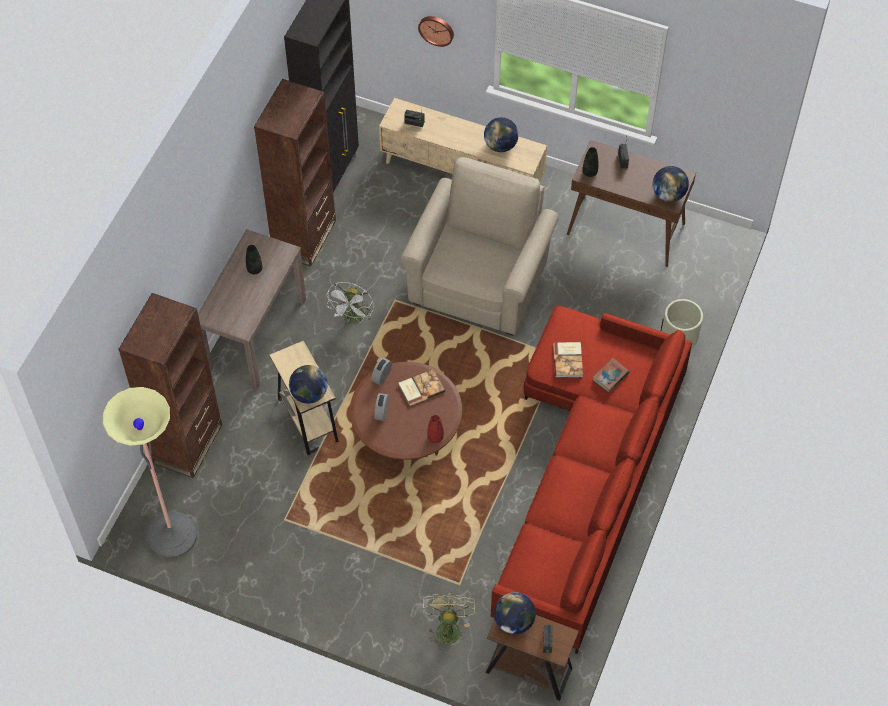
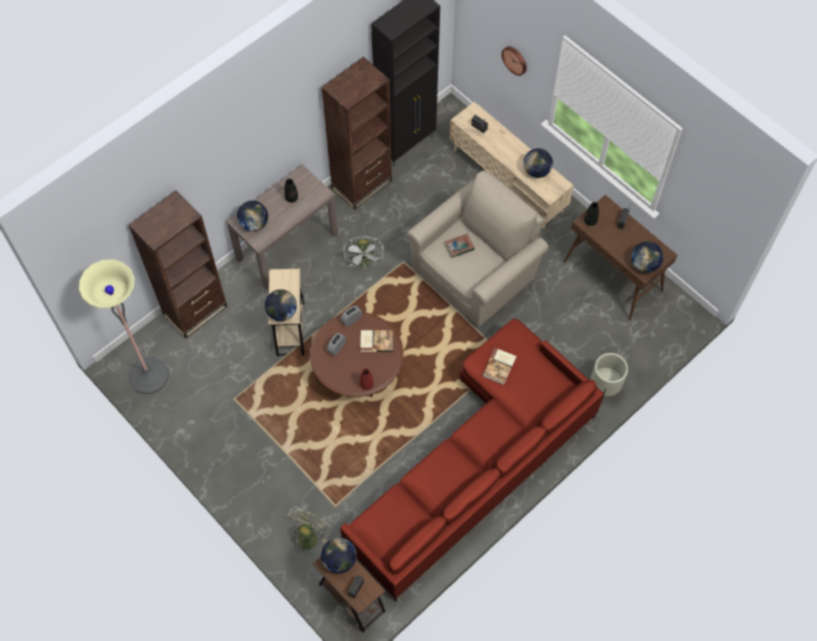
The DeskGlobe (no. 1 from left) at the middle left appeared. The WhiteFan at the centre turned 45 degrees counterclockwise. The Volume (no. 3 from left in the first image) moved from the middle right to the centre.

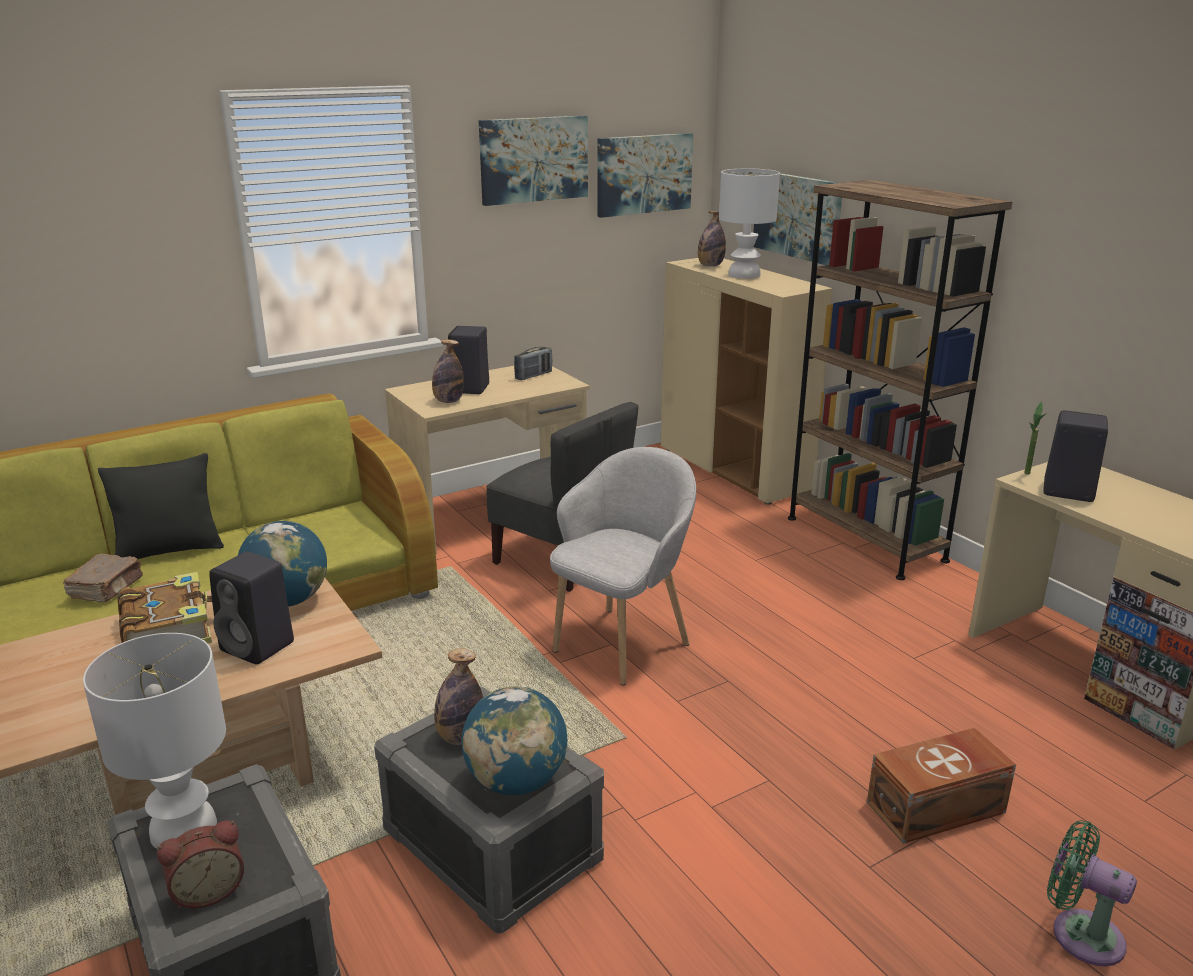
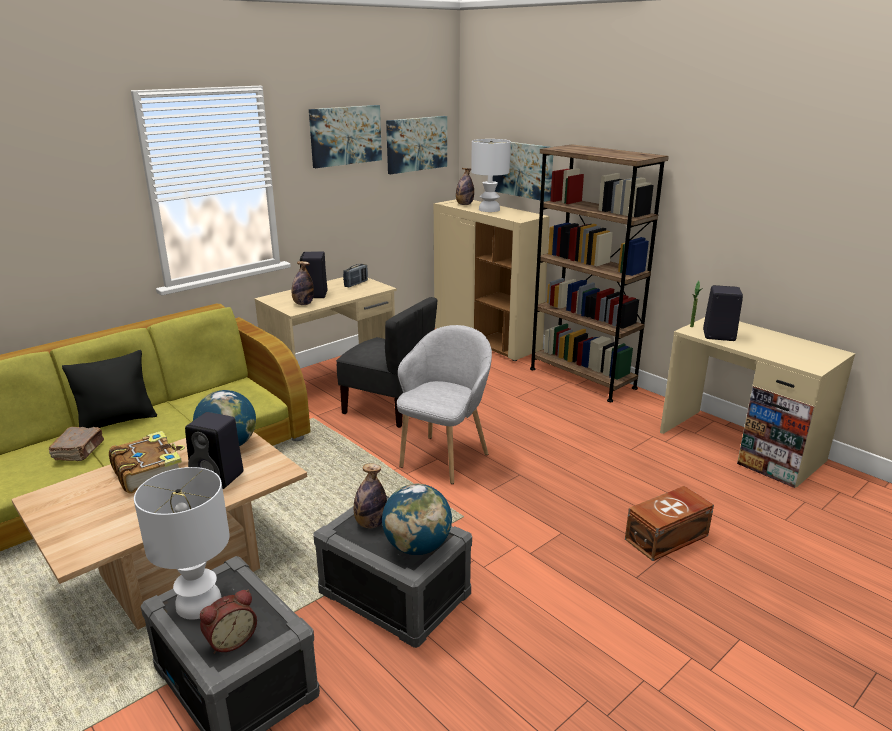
The GreenColouredFan at the bottom right disappeared.

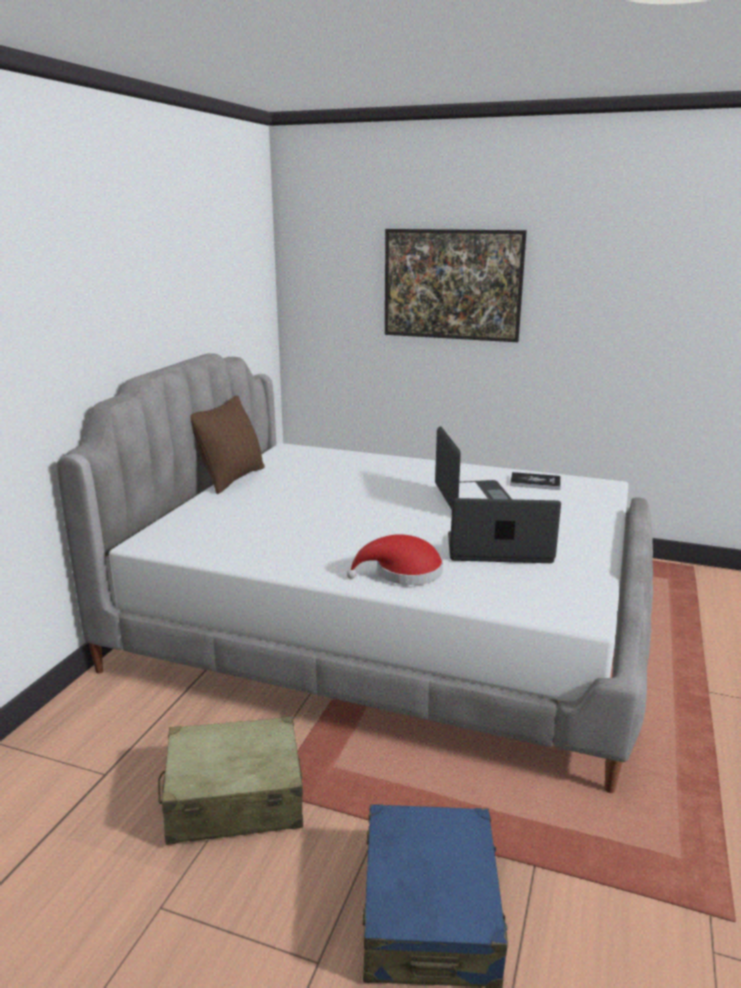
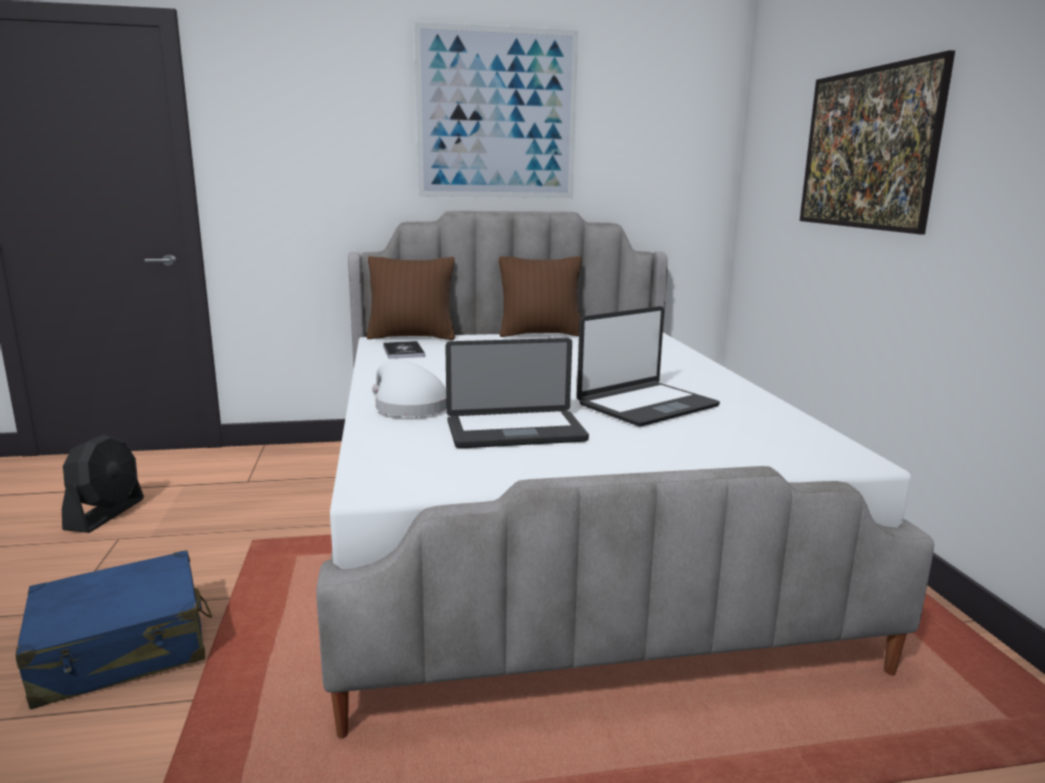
The BlackishFan at the middle left appeared. The BrownColouredCushion (no. 1 from left) at the centre appeared. The RedColouredHat at the centre became the WhiteHat at the centre. The Volume moved from the middle right to the centre. The WallArt (no. 1 from left) at the top centre appeared. The NotebookComputer (no. 2 from left in the first image) at the middle right turned 105 degrees clockwise. The BeigeColouredPieceOfLuggage at the bottom left disappeared.

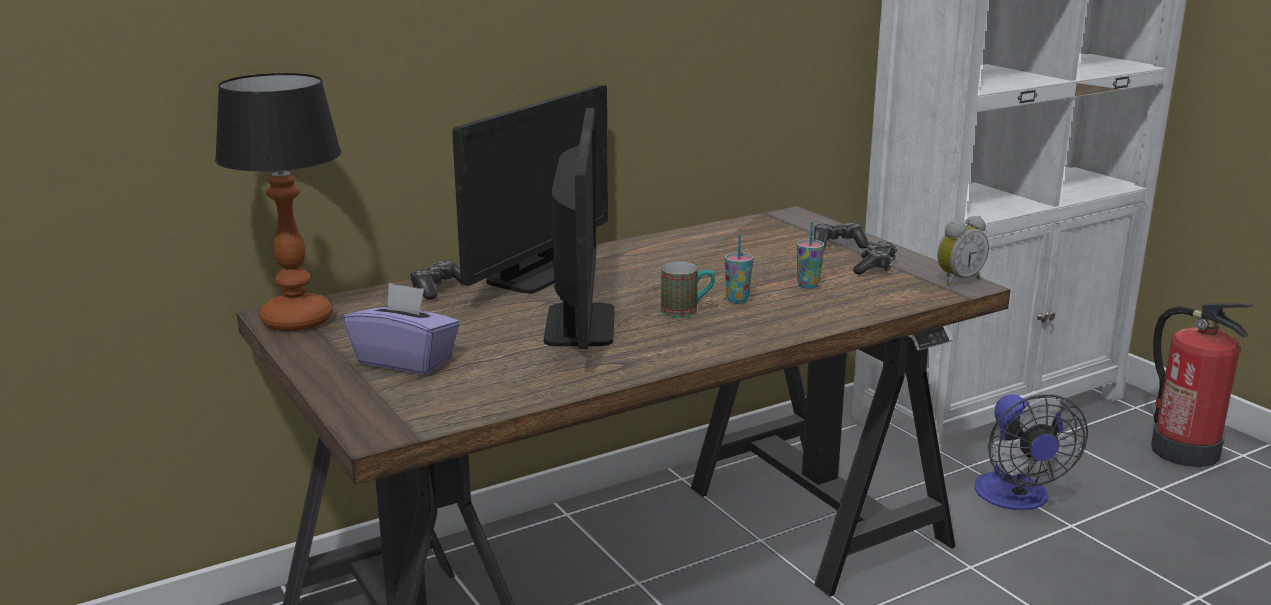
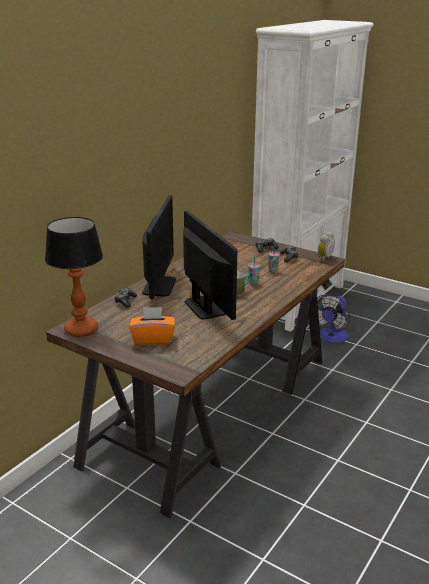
The PurpleColouredTissueBox at the middle left became the OrangeTissueBox at the centre. The Fan at the bottom right turned 60 degrees clockwise. The FireExtinguisher at the middle right disappeared.

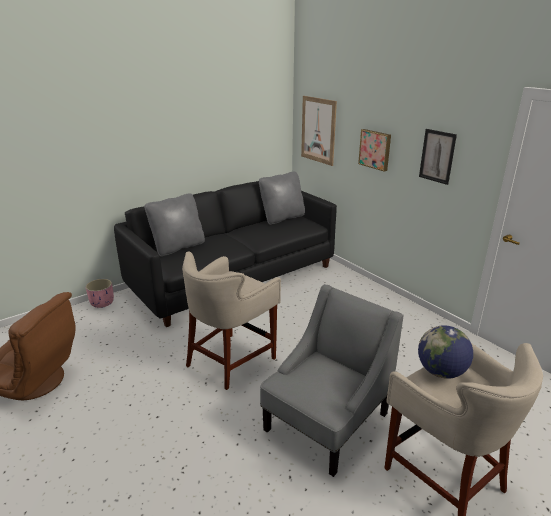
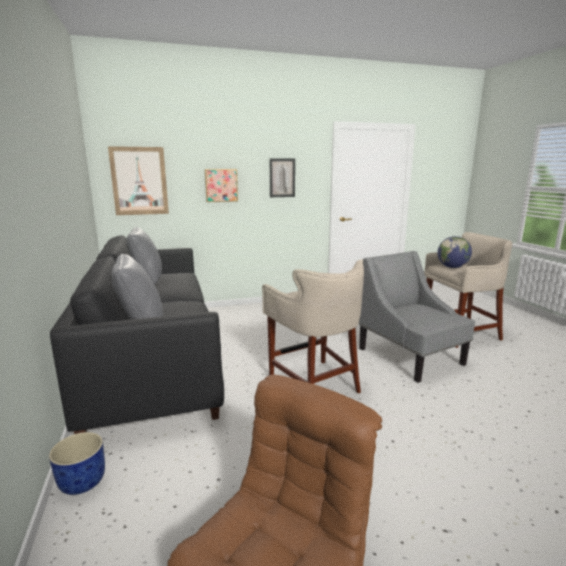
The PinkFlowerPot at the middle left became the BlueFlowerPot at the bottom left.

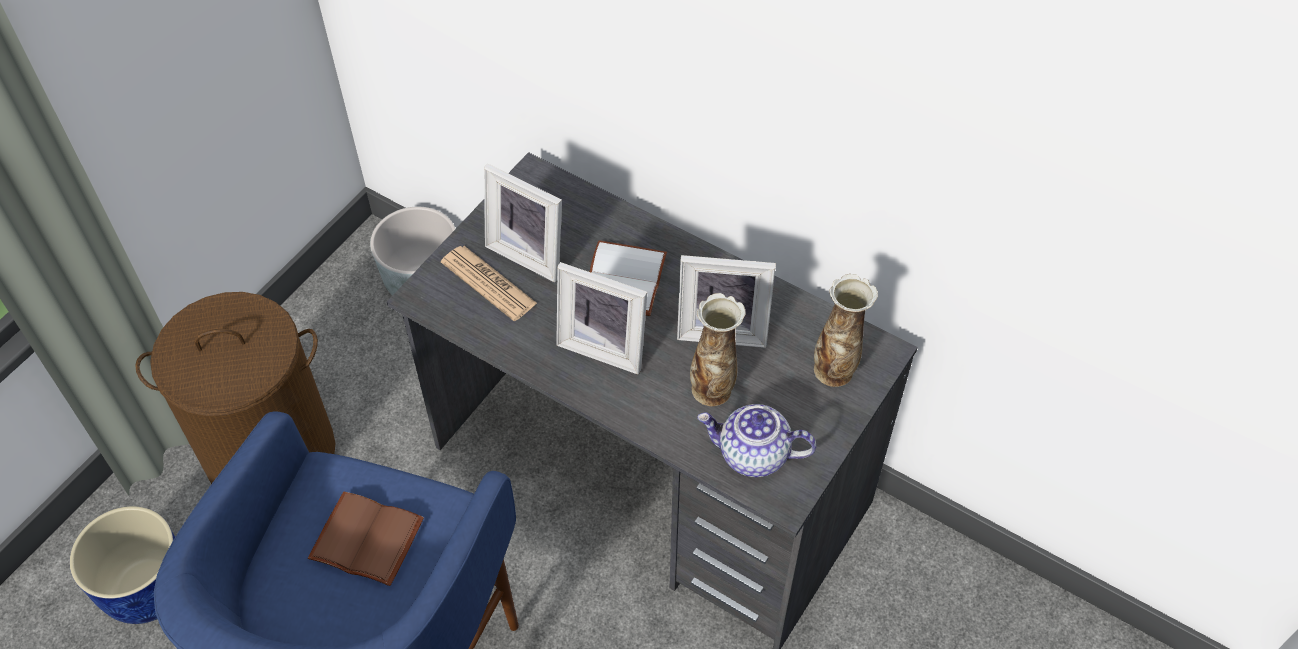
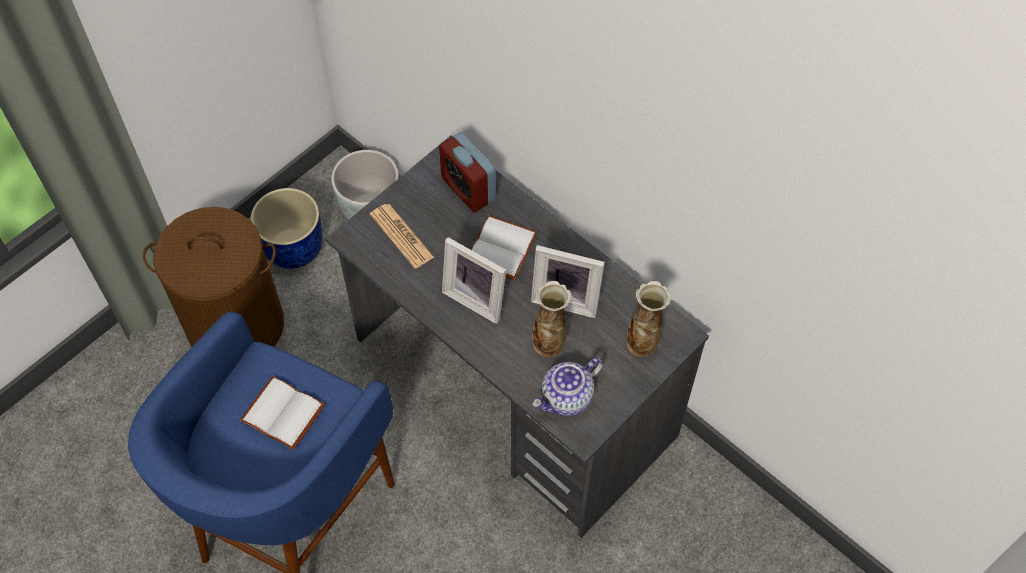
The BrownColouredVolume at the bottom left became the WhiteVolume (no. 1 from left) at the bottom left. The BlueFlowerPot moved from the bottom left to the middle left. The AlarmClock at the top centre appeared. The PotForTea at the bottom centre turned 60 degrees counterclockwise. The PictureFrame (no. 1 from left) at the centre disappeared.

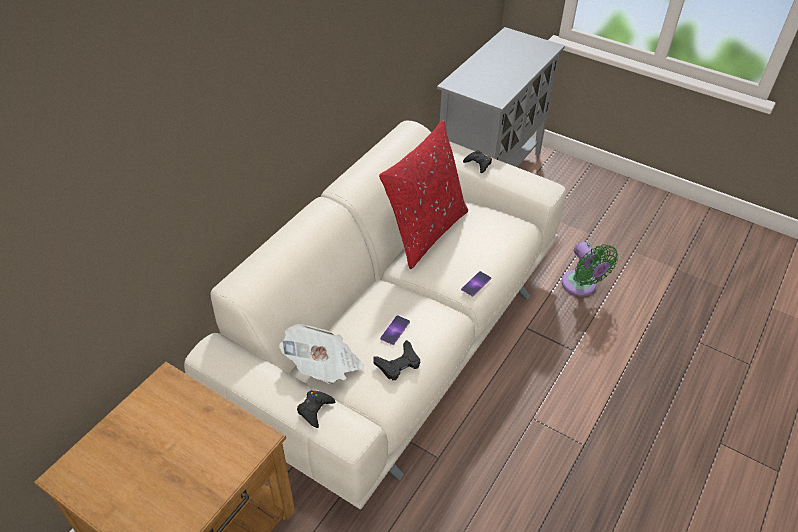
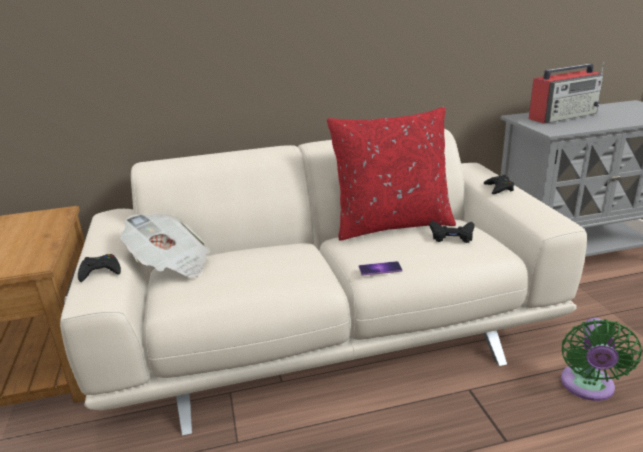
The BlackishGamepad (no. 2 from left) moved from the bottom centre to the middle right. The Radio at the top right appeared. The Telephone (no. 1 from left) at the centre disappeared.

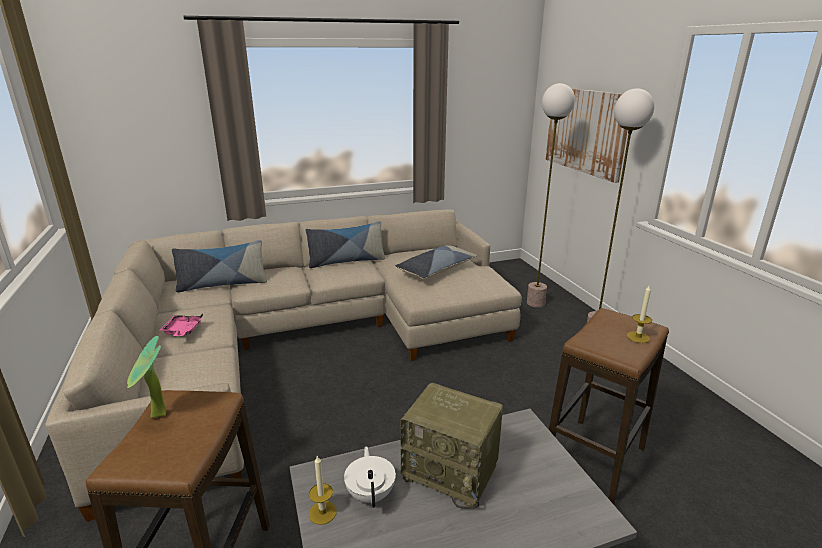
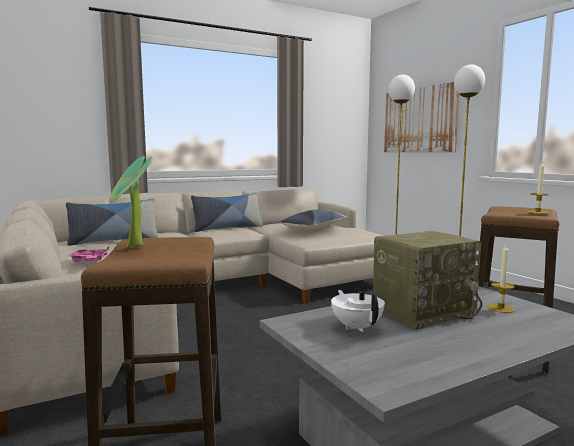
The Radio at the bottom centre turned 45 degrees counterclockwise. The Candle (no. 1 from left) moved from the bottom centre to the middle right.

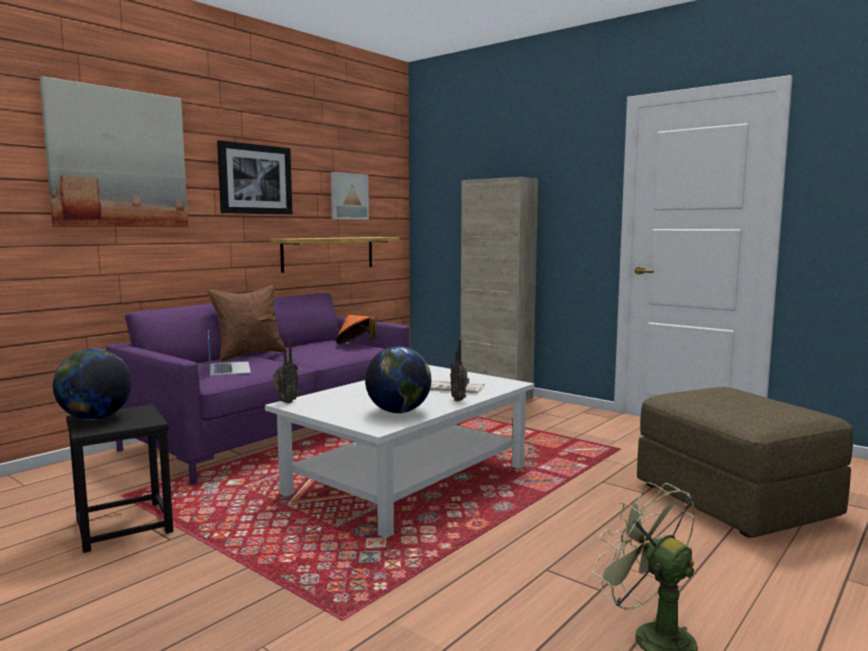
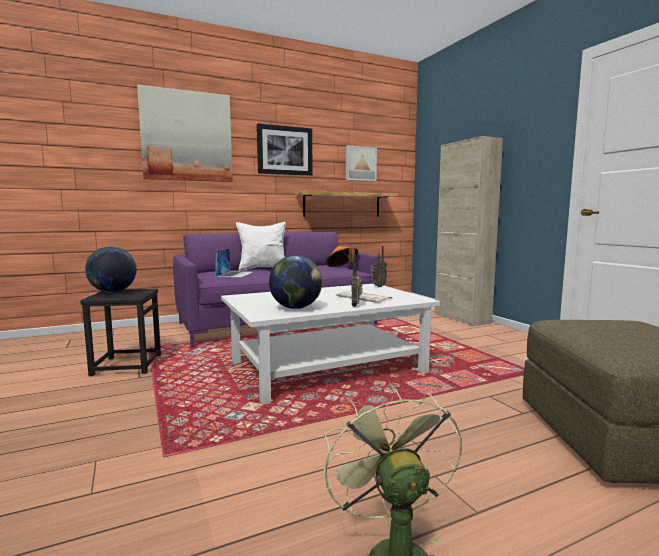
The BrownColouredCushion at the middle left became the WhiteCushion at the centre. The Radio (no. 1 from left in the first image) moved from the middle left to the centre.

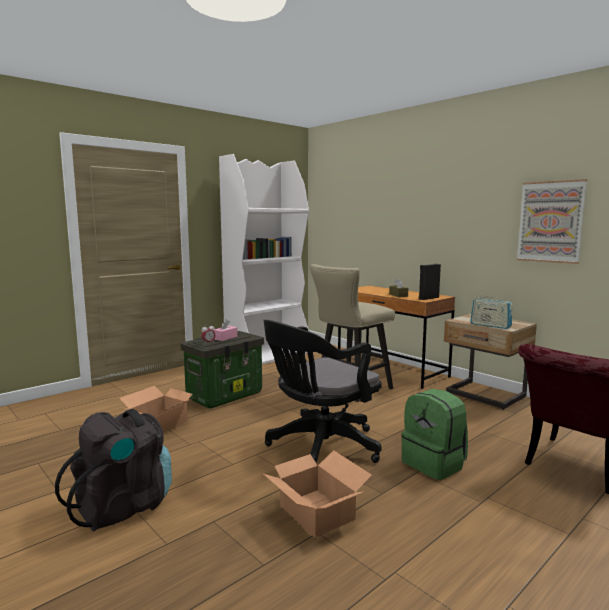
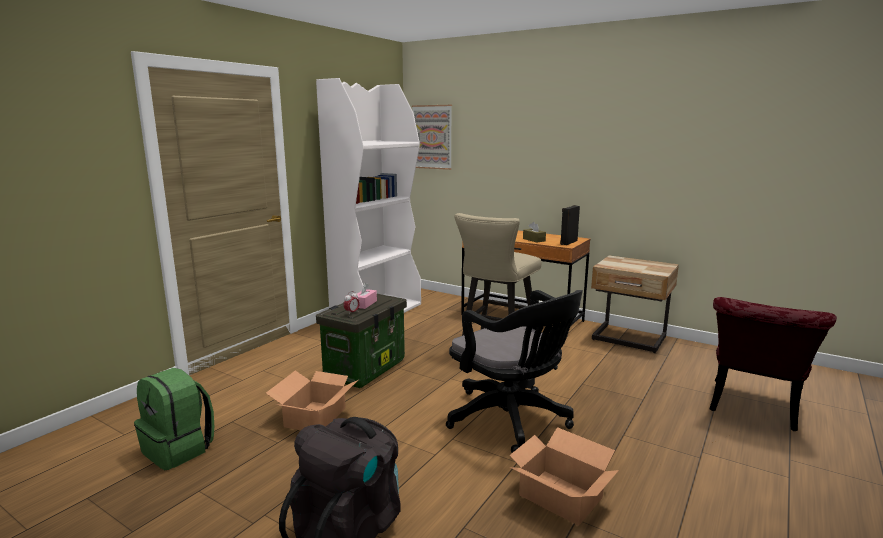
The GreenColouredRucksack moved from the bottom right to the bottom left. The WallArt moved from the middle right to the top centre. The BlackishDeskChair at the centre turned 75 degrees counterclockwise. The Radio at the middle right disappeared.

